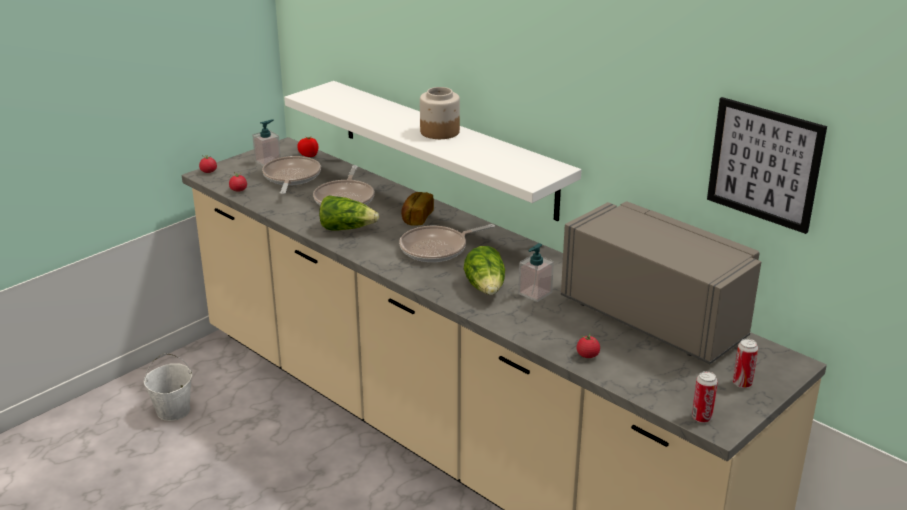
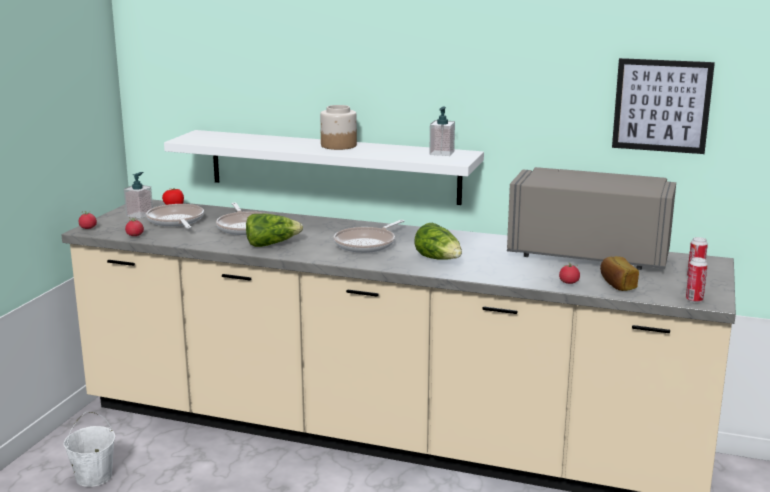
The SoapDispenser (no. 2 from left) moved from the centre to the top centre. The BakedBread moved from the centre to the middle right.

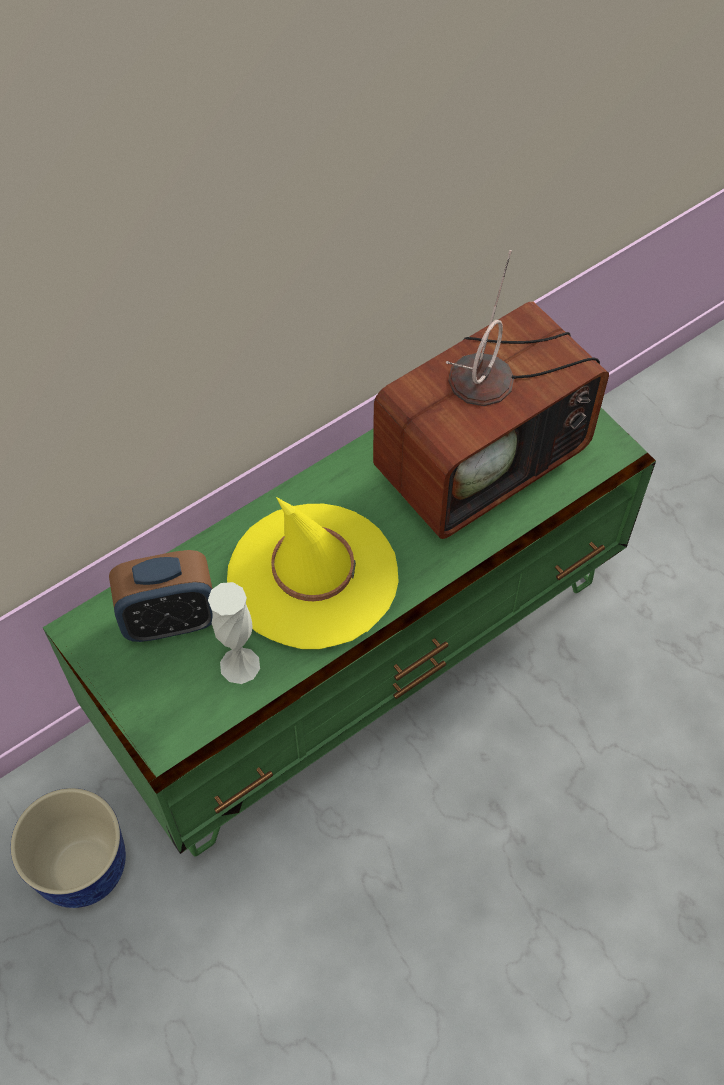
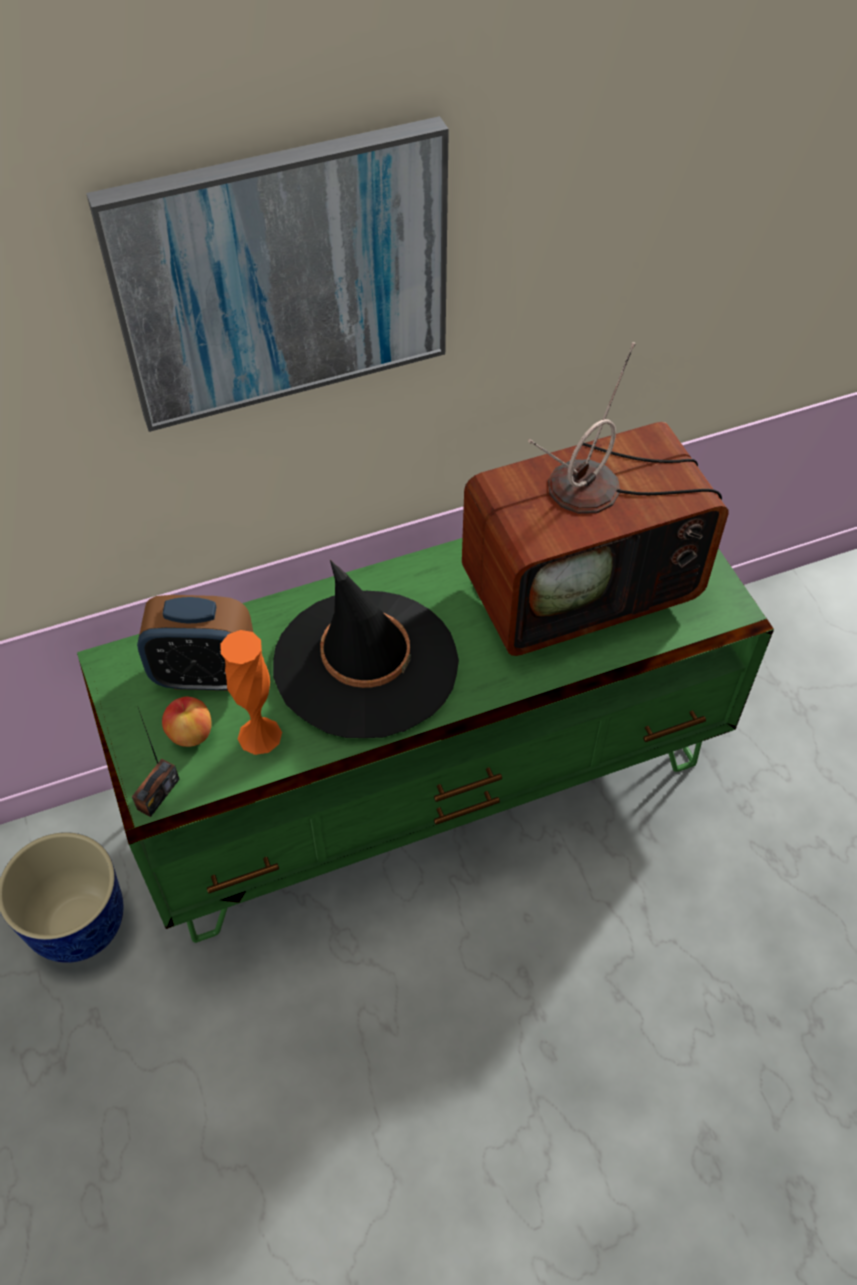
The WallArt at the top left appeared. The Radio at the middle left appeared. The Apple at the middle left appeared. The WhiteDecorativeVase at the middle left became the OrangeDecorativeVase at the middle left. The YellowishHat at the centre became the BlackishHat at the centre.

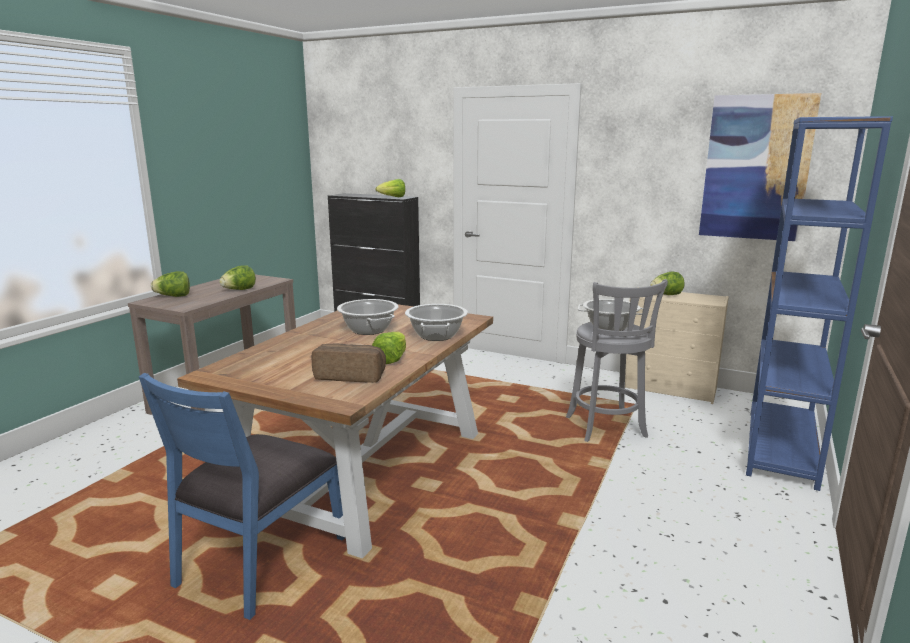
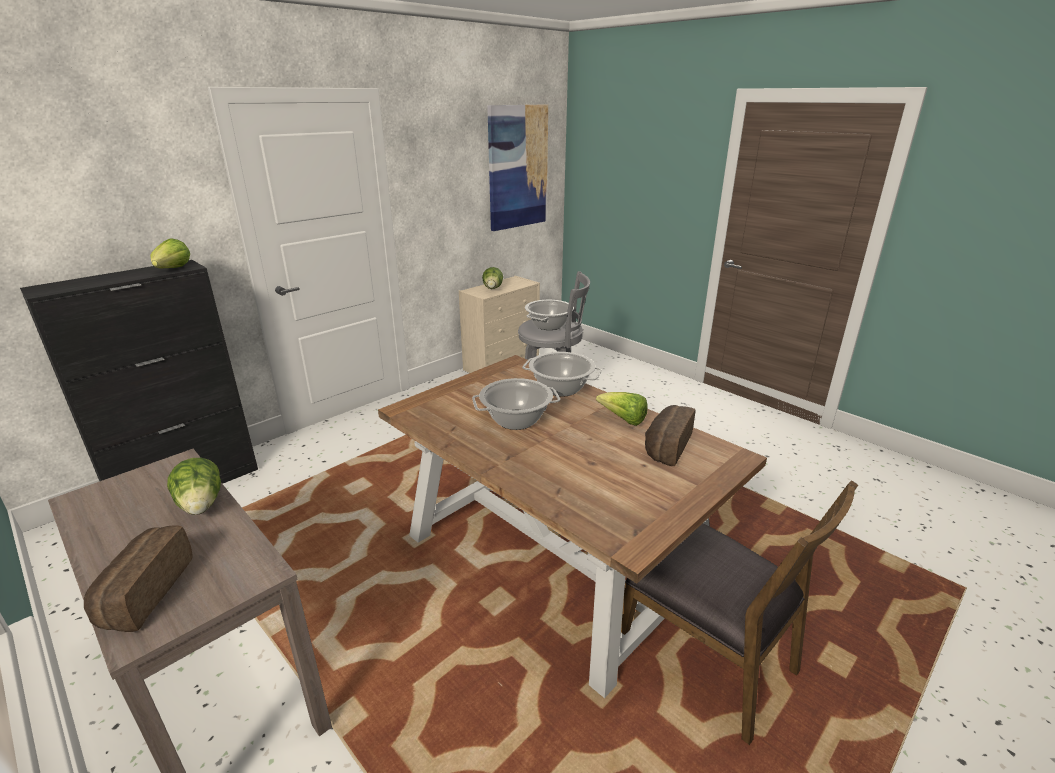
The Lettuce (no. 1 from left) at the middle left was replaced by the BakedBread (no. 1 from left) at the bottom left. The BluePlainChair at the bottom left became the BrownColouredPlainChair at the bottom right. The BlueBookshelf at the middle right disappeared.

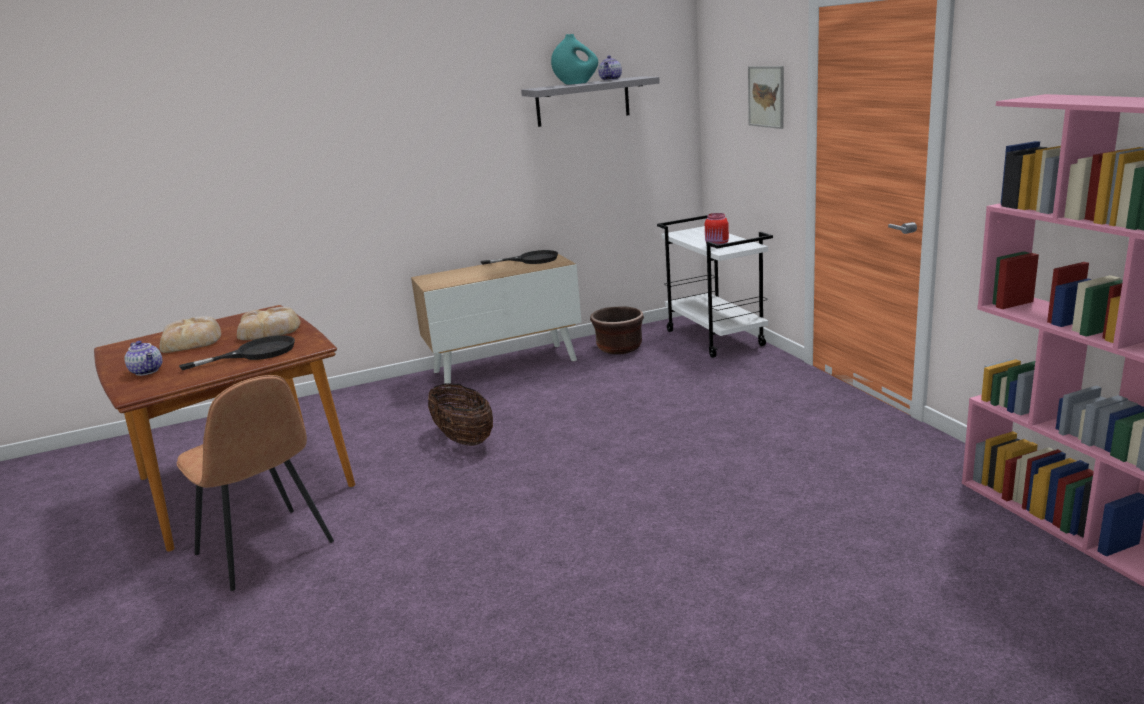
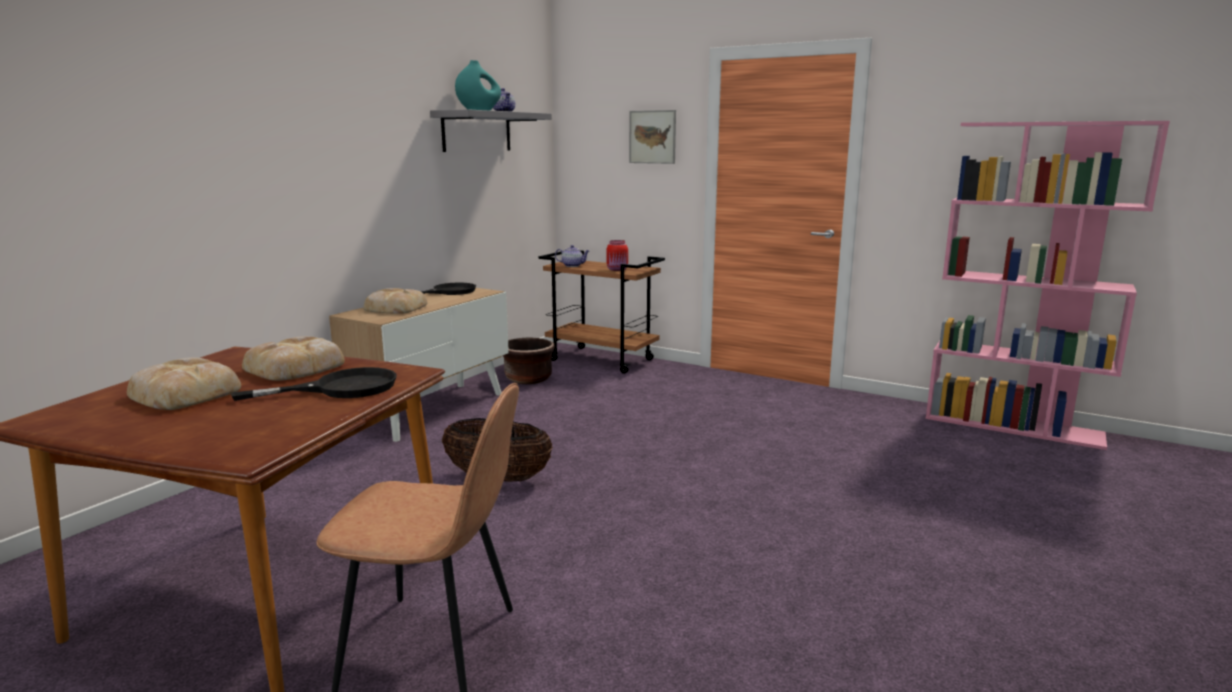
The BlackishPan (no. 1 from left) at the middle left turned 45 degrees clockwise. The BakedBread (no. 3 from left) at the middle left appeared. The WhiteTrolley at the centre became the BrownColouredTrolley at the centre. The PotForTea (no. 1 from left in the first image) moved from the middle left to the centre.

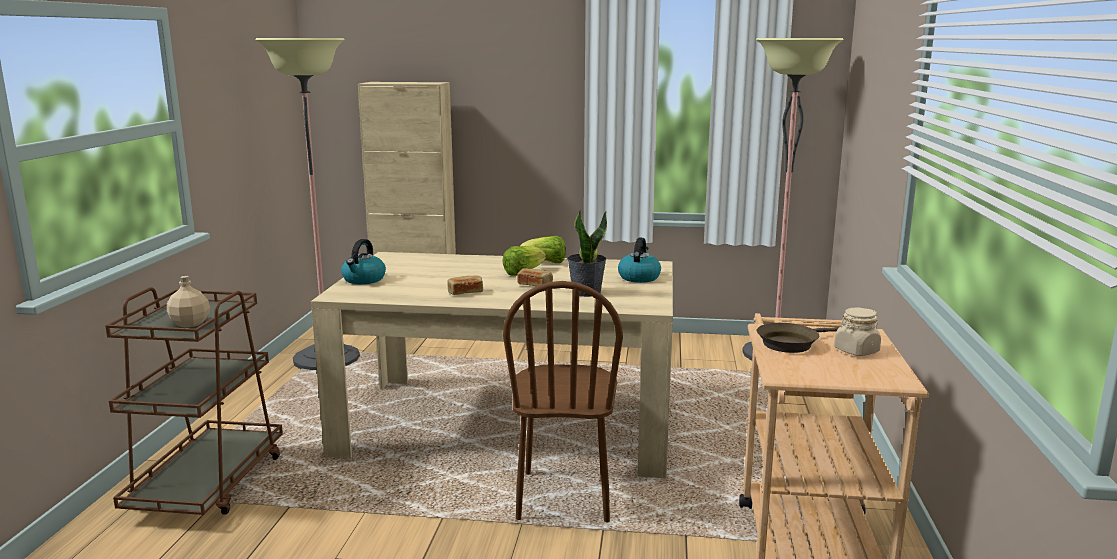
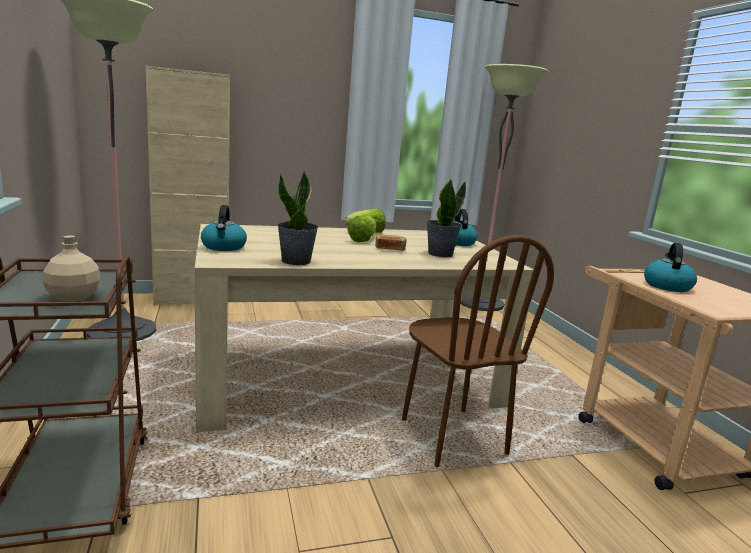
The PottedPlant (no. 1 from left) at the centre appeared. The BrownColouredPan at the middle right was replaced by the Kettle (no. 3 from left) at the middle right. The BakedBread (no. 1 from left) at the centre disappeared. The BeigeColouredJar at the middle right disappeared.

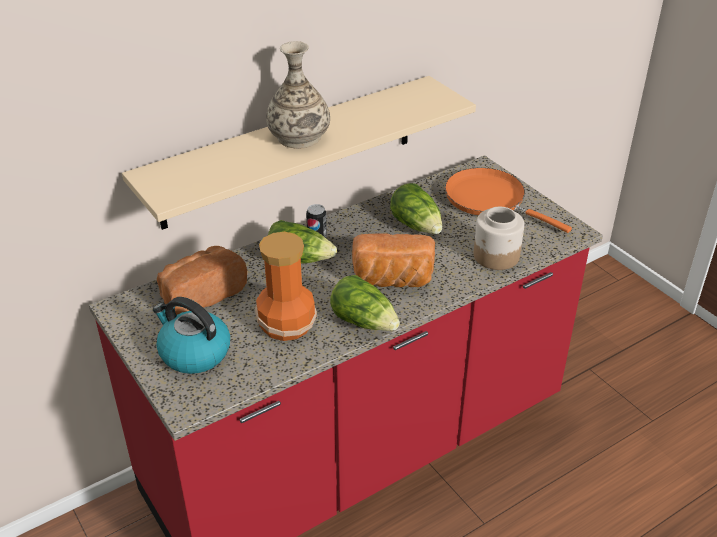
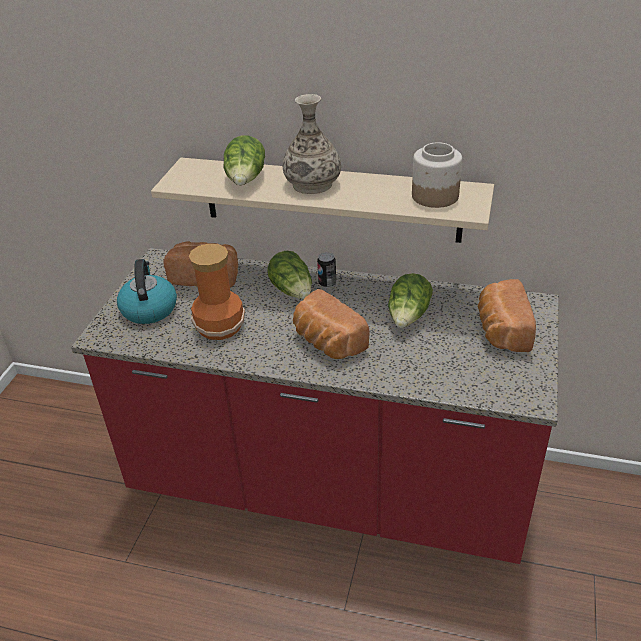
The Lettuce (no. 2 from left in the first image) moved from the centre to the top centre. The Jar moved from the middle right to the top right. The OrangePan at the middle right was replaced by the BakedBread (no. 3 from left) at the middle right.

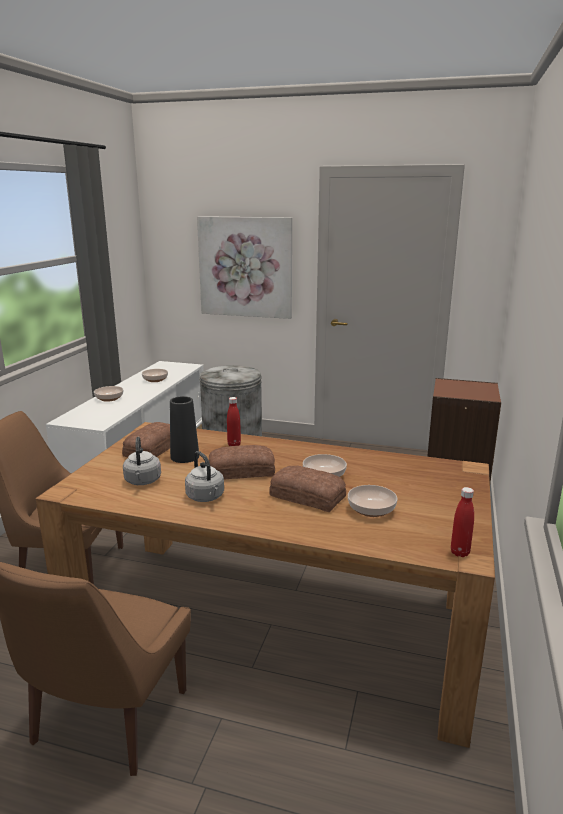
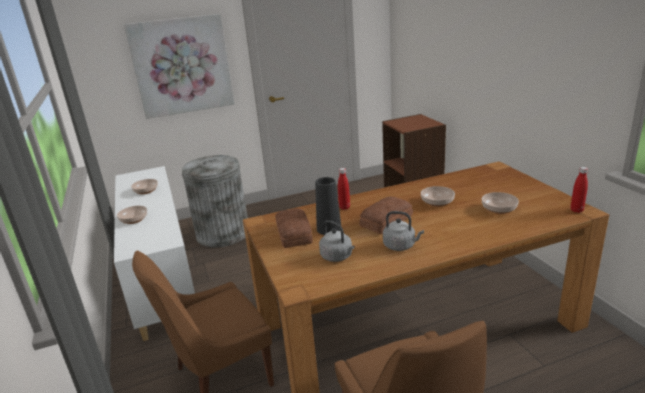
The BakedBread (no. 3 from left) at the centre disappeared.

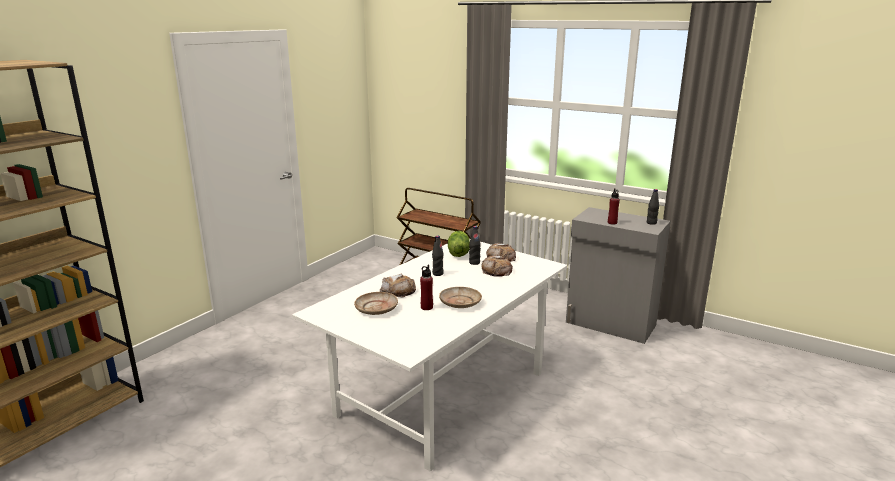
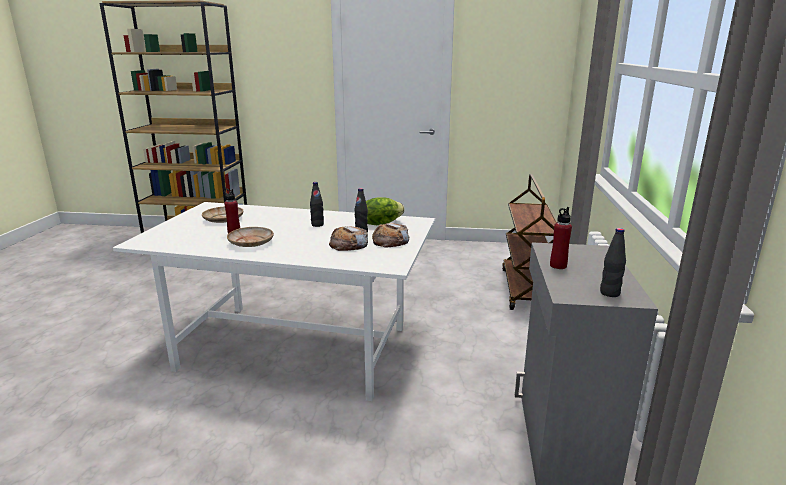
The BakedBread (no. 1 from left) at the centre disappeared.

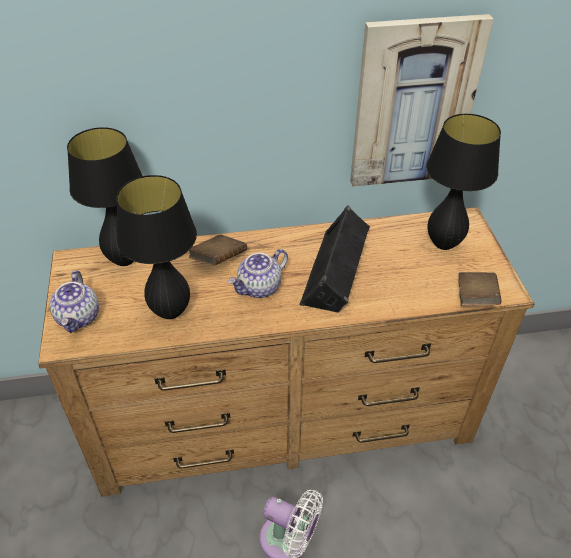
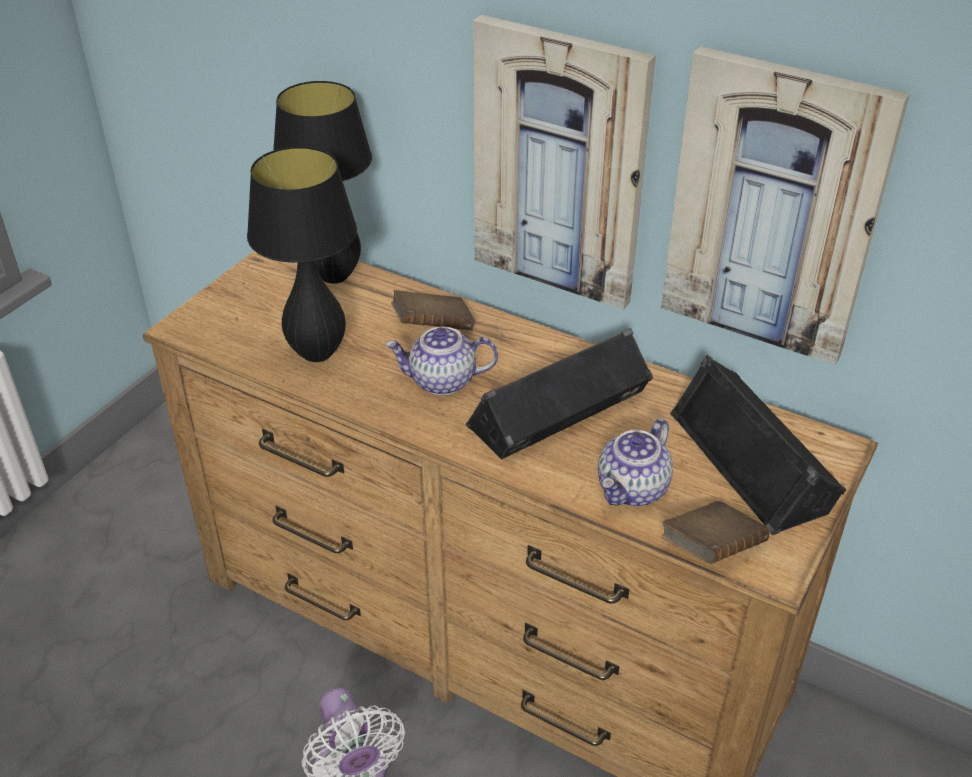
The WallArt (no. 1 from left) at the top centre appeared. The PotForTea (no. 1 from left in the first image) moved from the middle left to the centre. The BlackishTabletopLamp (no. 3 from left) at the top right was replaced by the BlackishLoudspeaker (no. 2 from left) at the middle right.

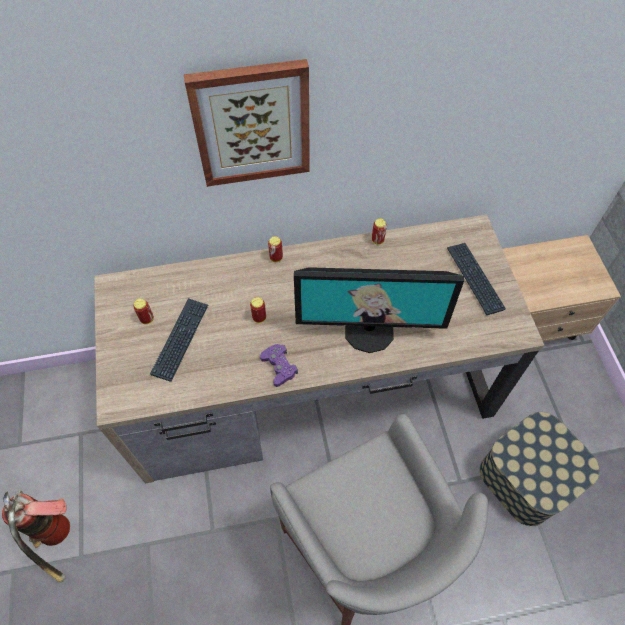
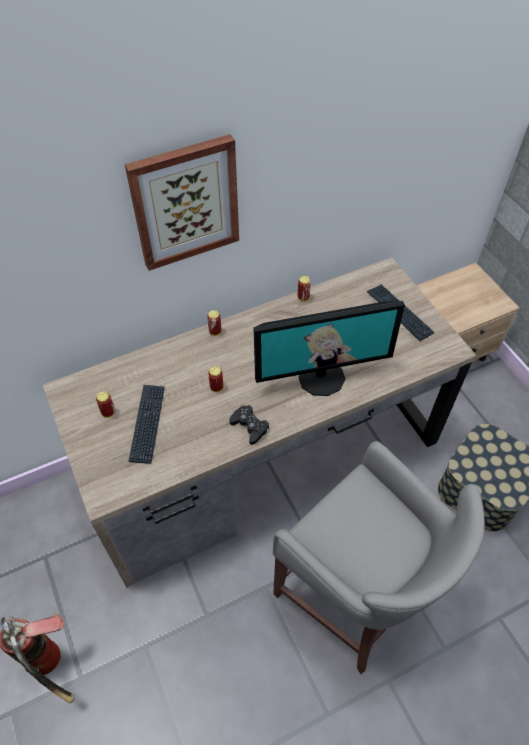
The PurpleColouredGamepad at the centre became the BlackishGamepad at the centre.

